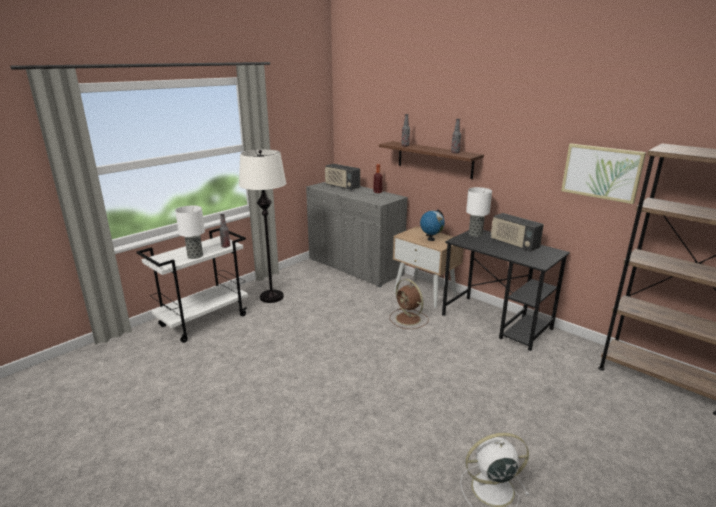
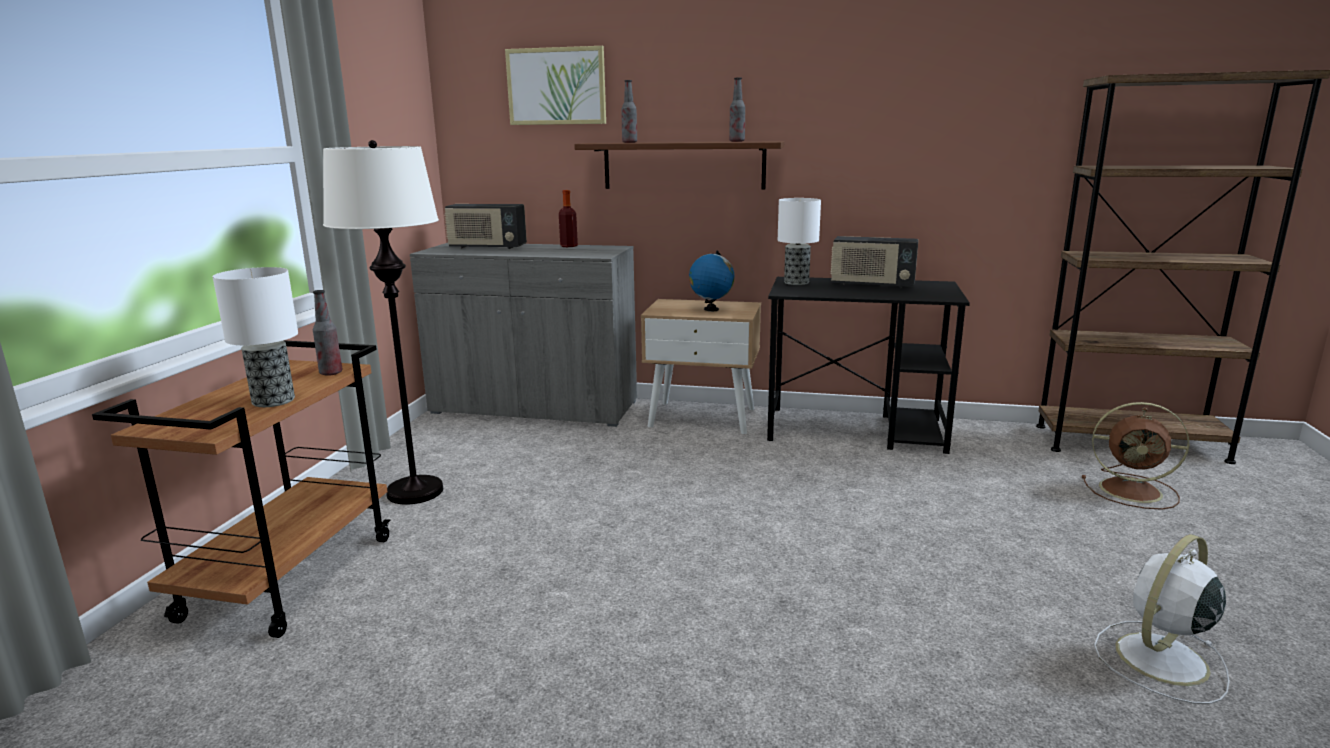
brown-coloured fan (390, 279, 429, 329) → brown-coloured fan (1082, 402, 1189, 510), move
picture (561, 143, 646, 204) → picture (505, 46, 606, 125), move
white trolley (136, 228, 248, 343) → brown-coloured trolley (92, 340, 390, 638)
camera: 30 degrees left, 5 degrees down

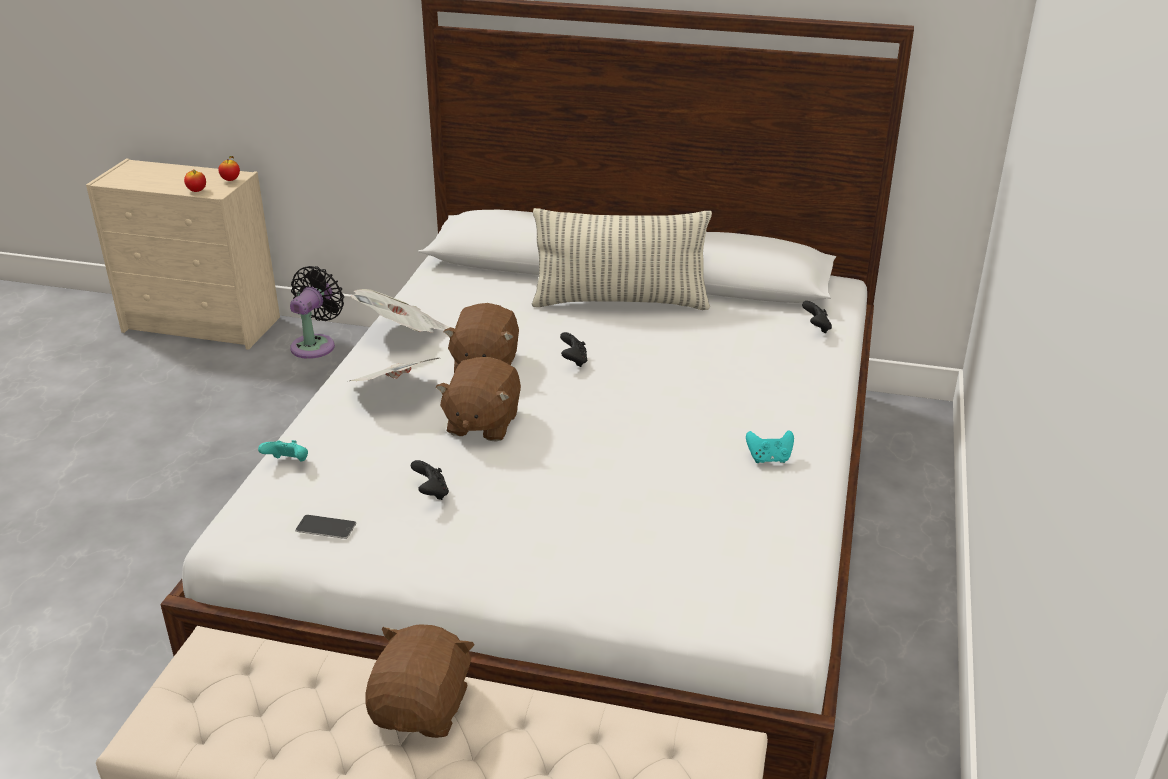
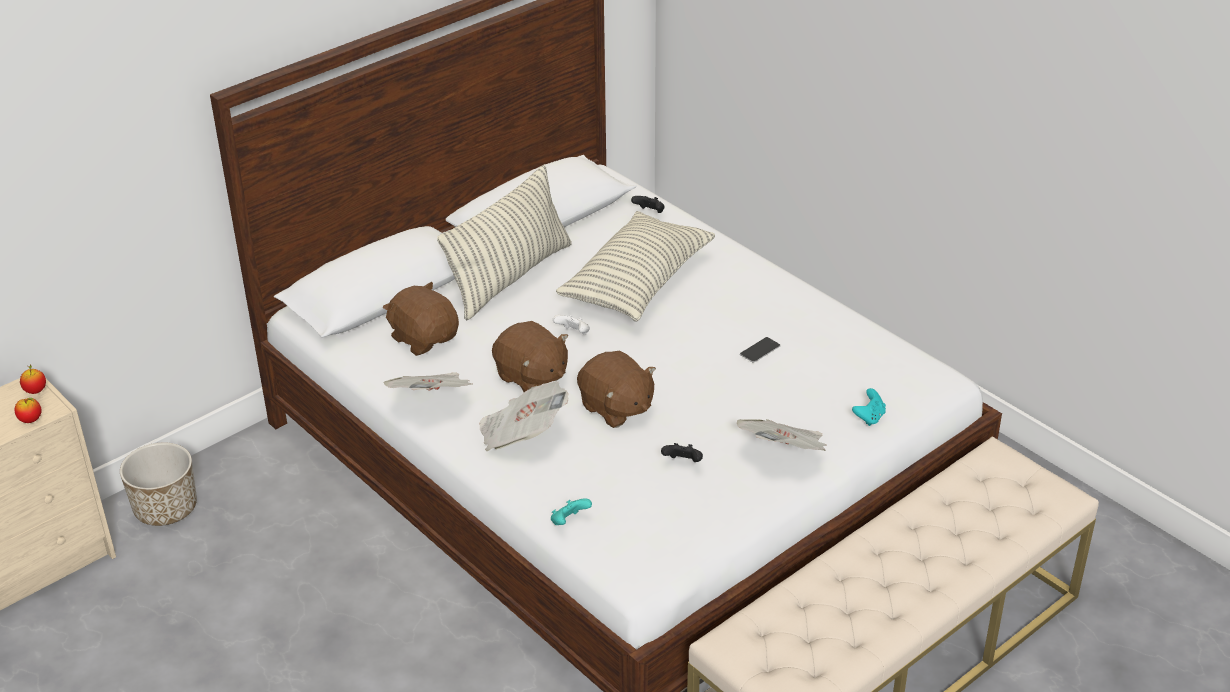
- → pillow (556, 211, 715, 322)
- → printed paper (737, 419, 827, 451)
handset (295, 515, 356, 539) → handset (740, 337, 781, 363), move
brown-coloured plush toy (365, 624, 475, 738) → brown-coloured plush toy (383, 282, 459, 356), move
blue-green joypad (746, 430, 794, 463) → blue-green joypad (852, 388, 886, 426), move
black fan (290, 266, 344, 359) → flower pot (120, 443, 197, 526)
black joypad (560, 332, 587, 367) → white joypad (553, 315, 590, 335)
camera: 55 degrees left, 5 degrees up

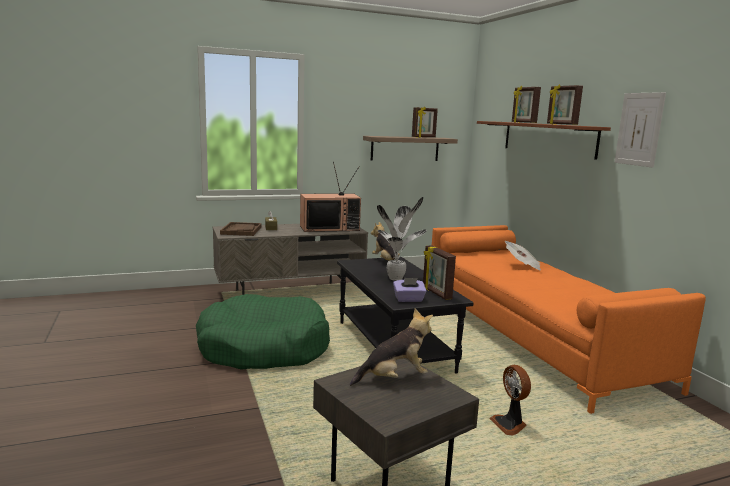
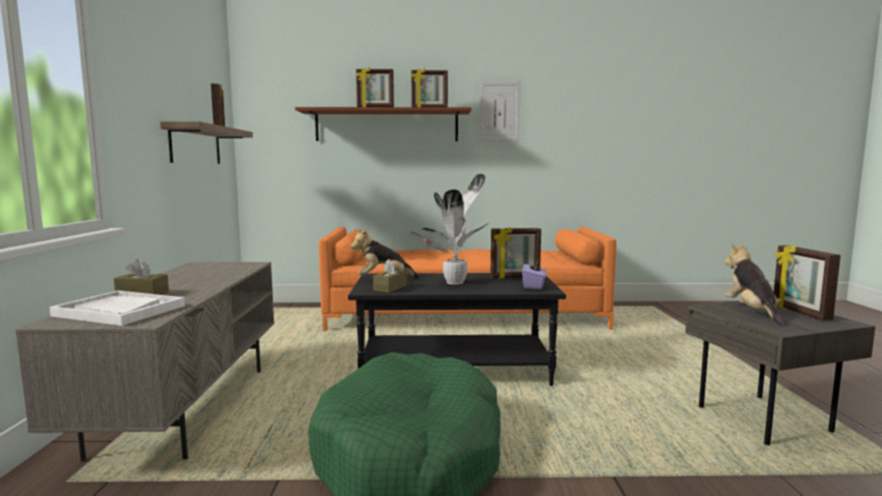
TV (300, 162, 361, 232) → -
fan (489, 365, 531, 435) → -
- → brown-coloured box of tissues (373, 259, 407, 293)
- → photo frame (774, 245, 841, 321)
brown-coloured serving tray (220, 222, 262, 236) → white serving tray (50, 291, 185, 326)
camera: 70 degrees left, 5 degrees down

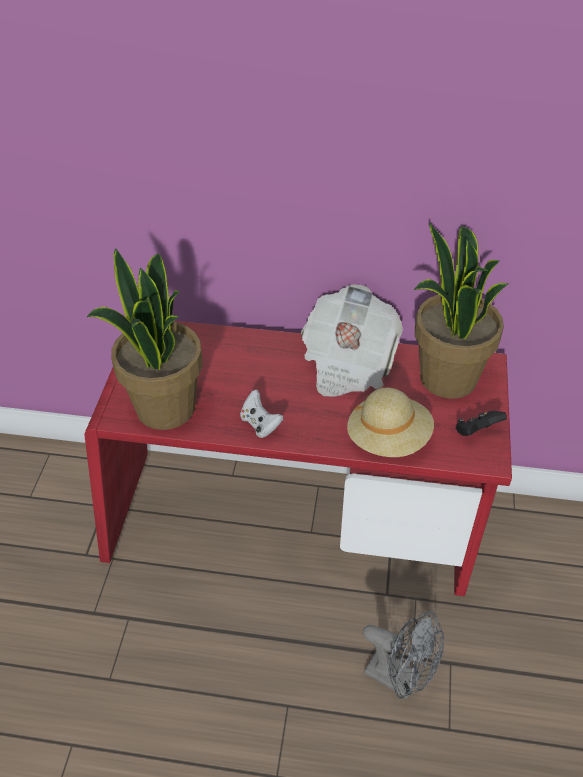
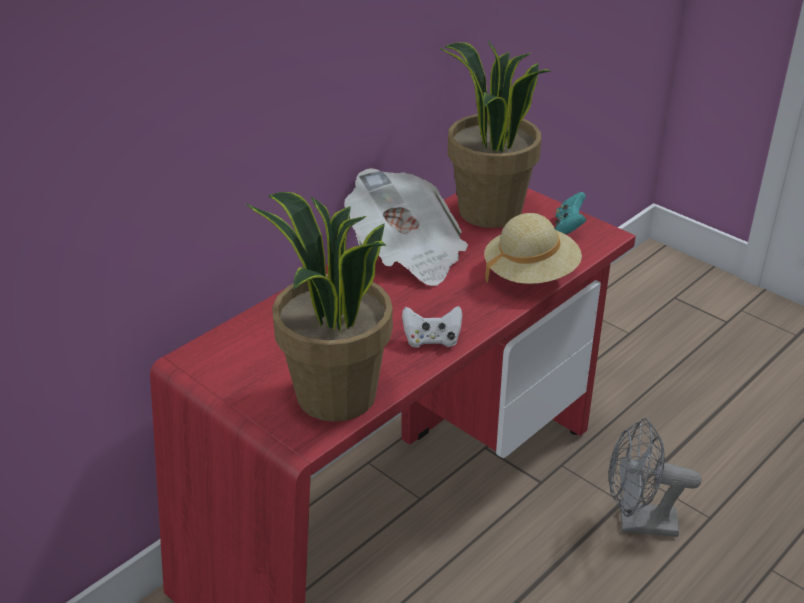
black joypad (456, 411, 507, 436) → blue-green joypad (555, 192, 586, 234)
grey fan (363, 611, 444, 699) → grey fan (609, 418, 702, 537), 150 degrees counterclockwise
camera: 55 degrees left, 10 degrees down

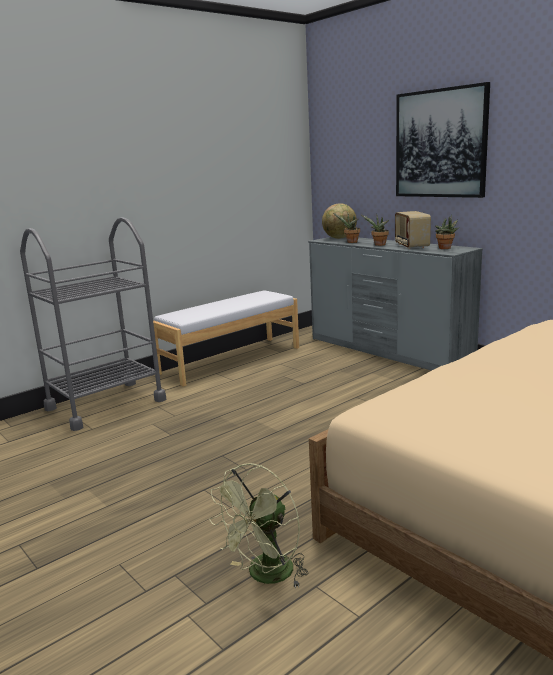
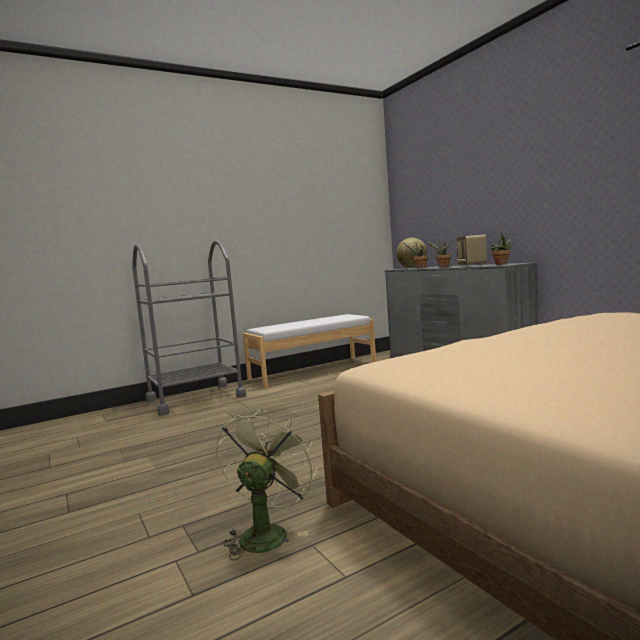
picture (396, 82, 490, 198) → -
greenish fan (209, 463, 309, 588) → greenish fan (216, 407, 317, 560), 150 degrees clockwise
camera: 10 degrees right, 10 degrees down

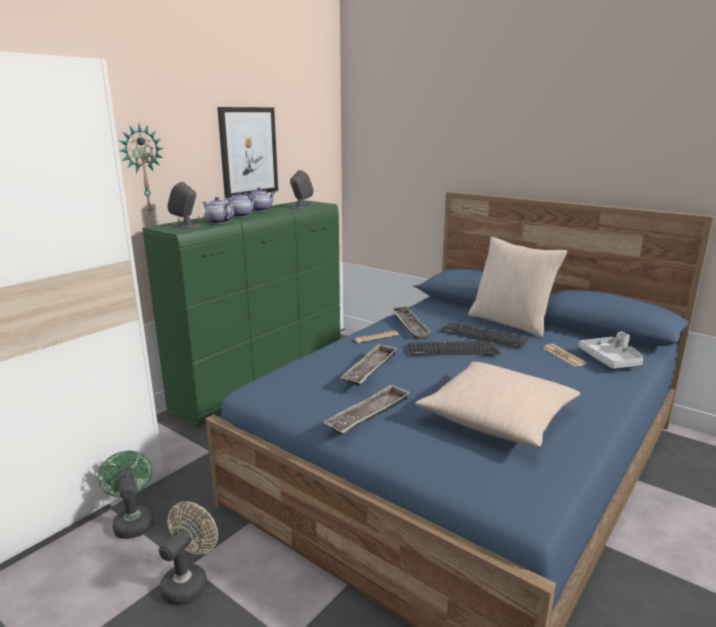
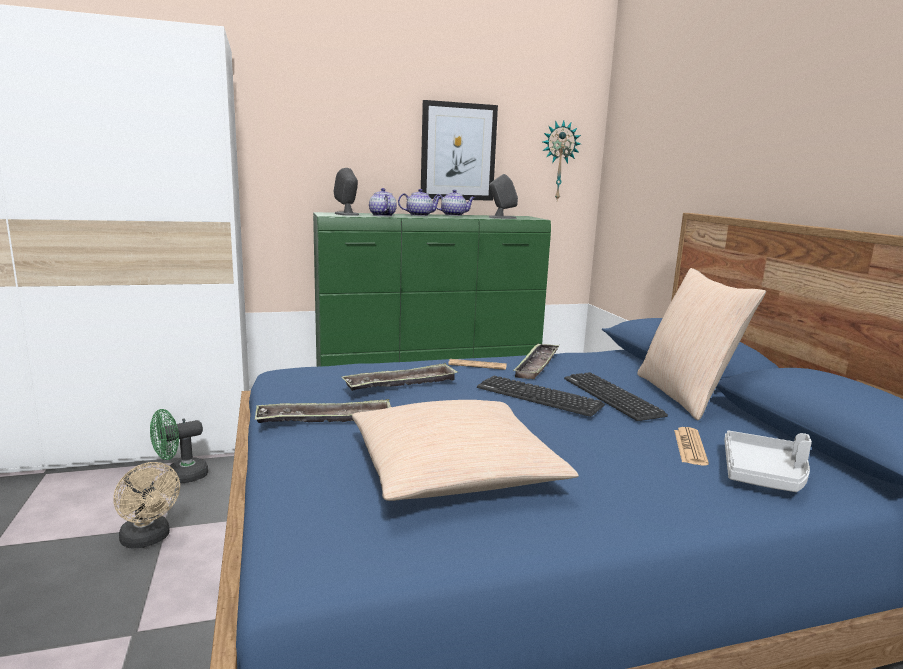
clock on the wall (119, 124, 164, 212) → clock on the wall (543, 120, 581, 200), move
greenish fan (98, 451, 154, 539) → greenish fan (150, 409, 208, 483), 135 degrees counterclockwise
beige-coloured fan (159, 501, 218, 605) → beige-coloured fan (113, 462, 180, 548), 75 degrees clockwise
camera: 35 degrees right, 5 degrees down

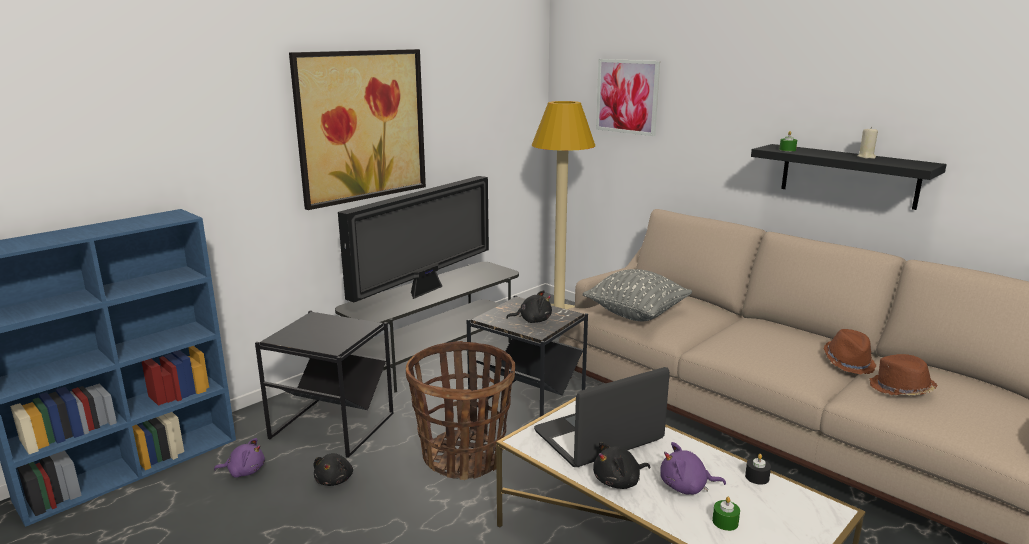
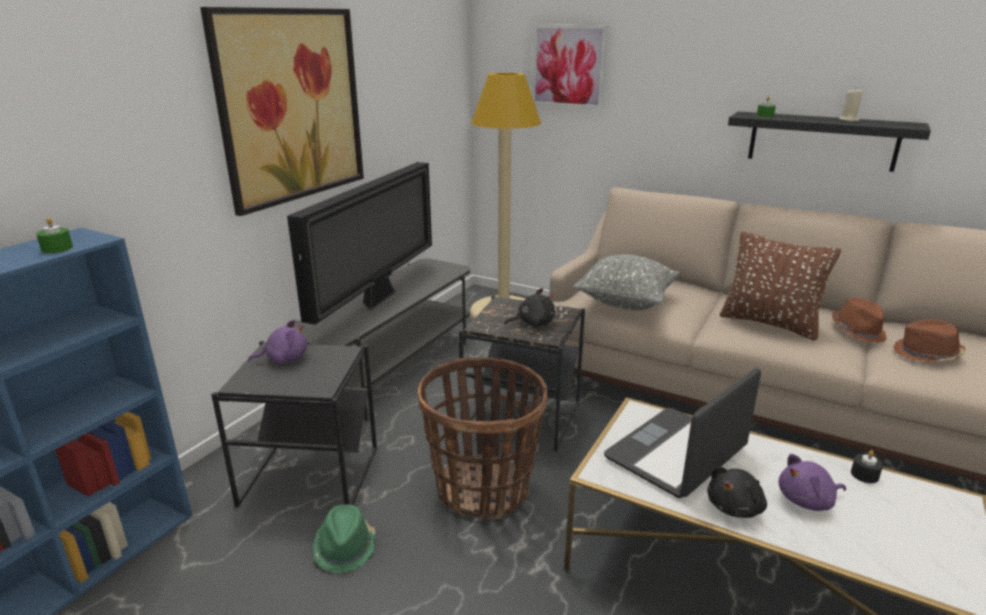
- → brown-coloured pillow (720, 231, 841, 341)
purplish plush toy (214, 438, 265, 478) → purplish plush toy (248, 319, 308, 364), move
greenish candle (712, 497, 740, 531) → greenish candle (36, 217, 73, 253), move
black plush toy (314, 453, 353, 486) → greenish hat (313, 504, 376, 573)
camera: 15 degrees left, 5 degrees up

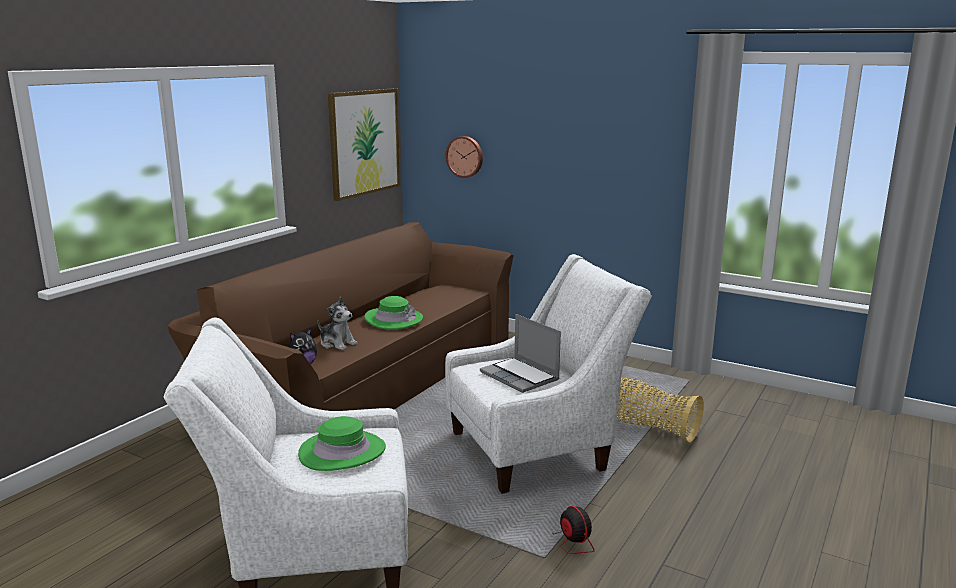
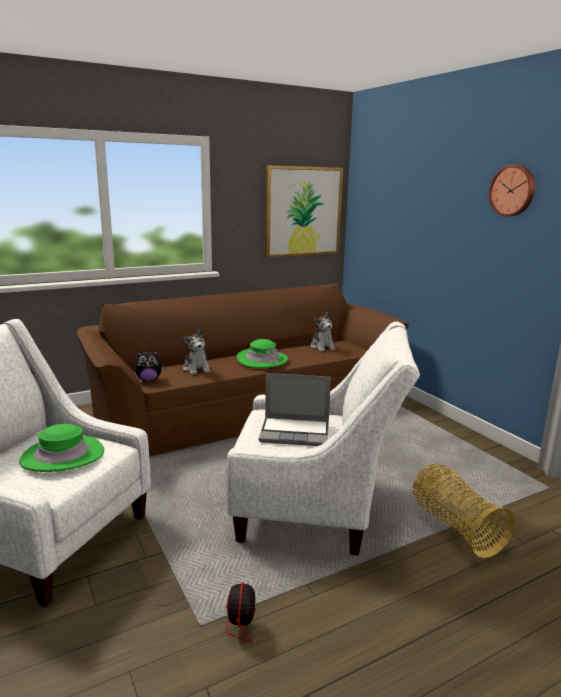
- → plush toy (311, 312, 336, 352)
clock on the wall (446, 136, 483, 178) → clock on the wall (489, 165, 535, 216), move
portable computer (480, 314, 561, 393) → portable computer (259, 373, 331, 446), 75 degrees counterclockwise
camera: 30 degrees right, 0 degrees up

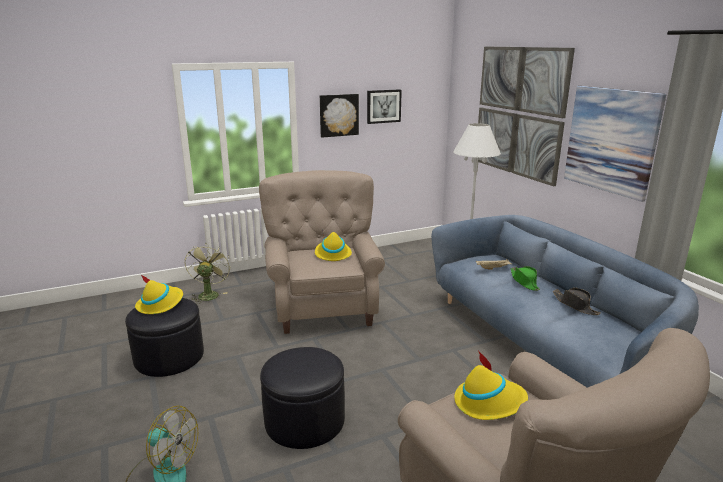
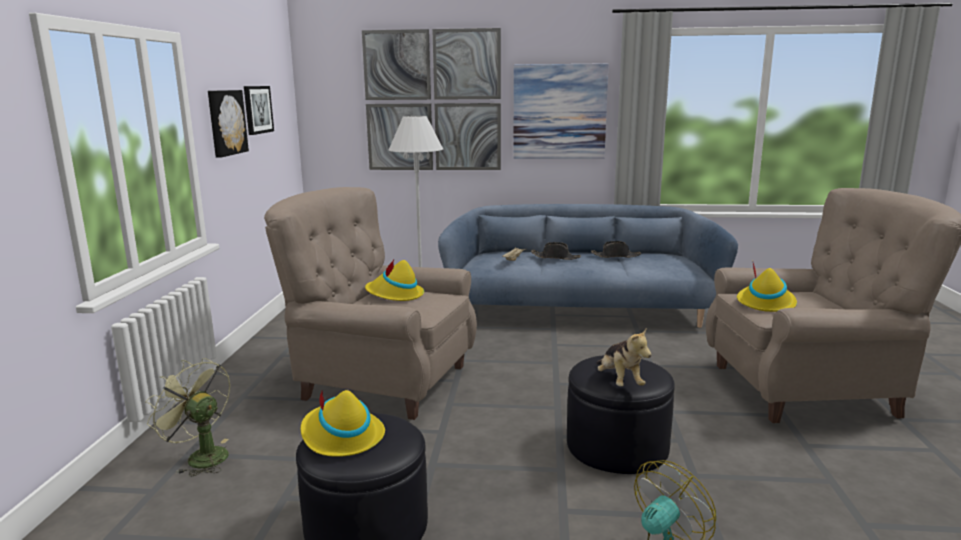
- → plush toy (597, 329, 652, 386)
greenish hat (511, 266, 540, 291) → black hat (531, 242, 581, 260)
camera: 60 degrees left, 5 degrees down

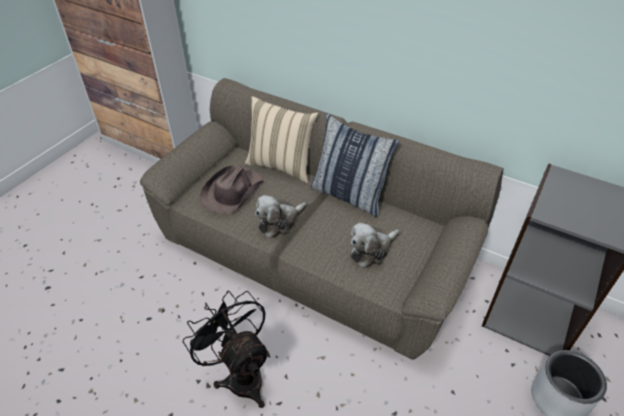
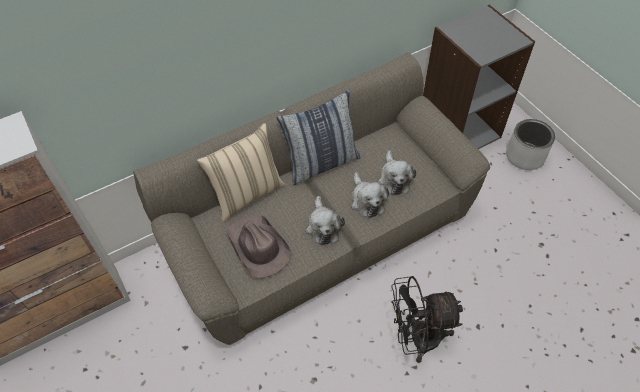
- → plush toy (351, 172, 389, 218)
camera: 60 degrees left, 10 degrees up

